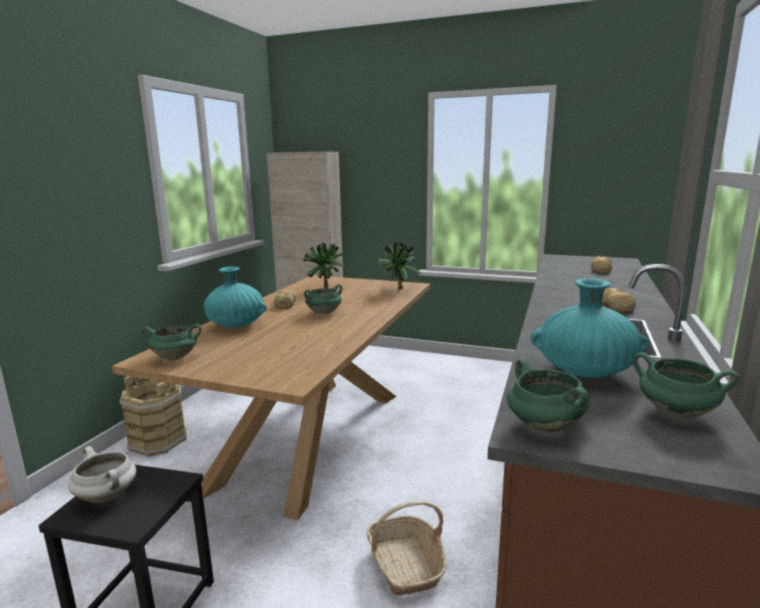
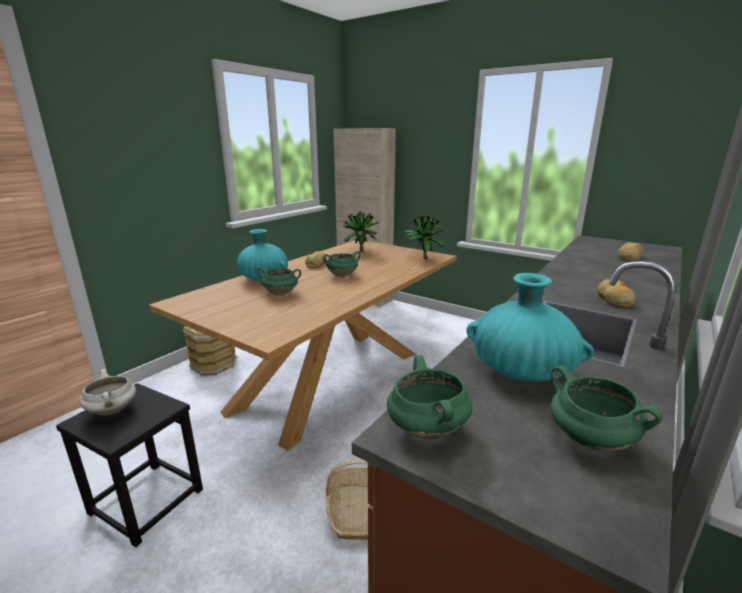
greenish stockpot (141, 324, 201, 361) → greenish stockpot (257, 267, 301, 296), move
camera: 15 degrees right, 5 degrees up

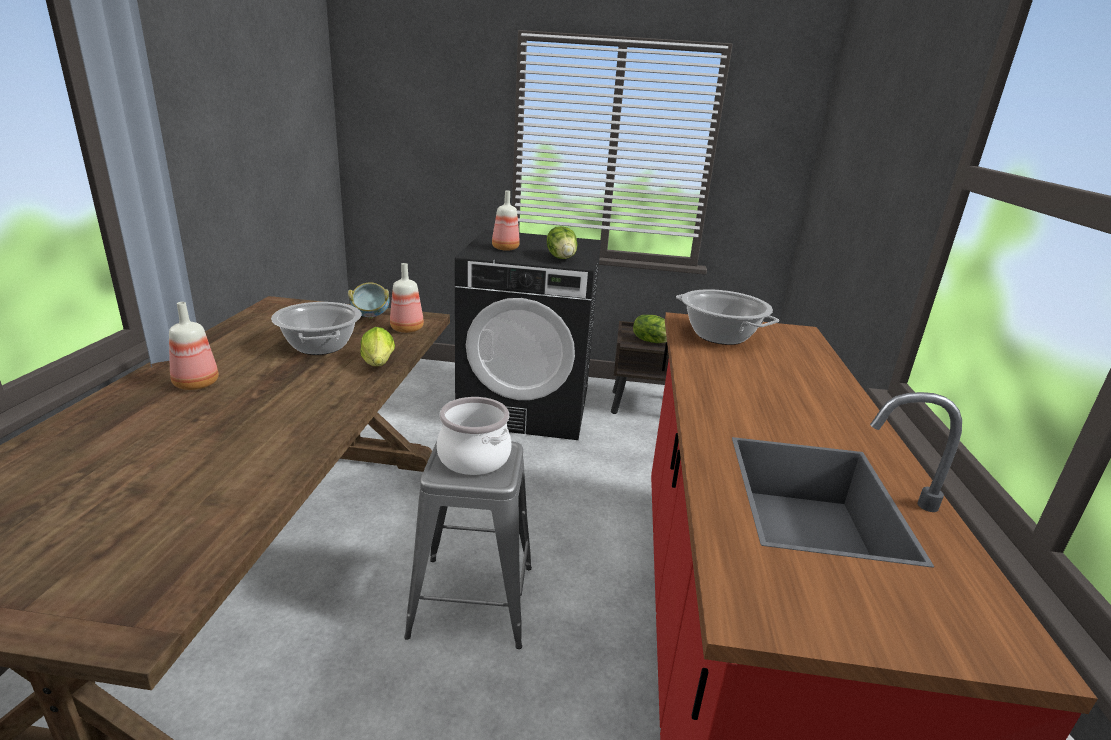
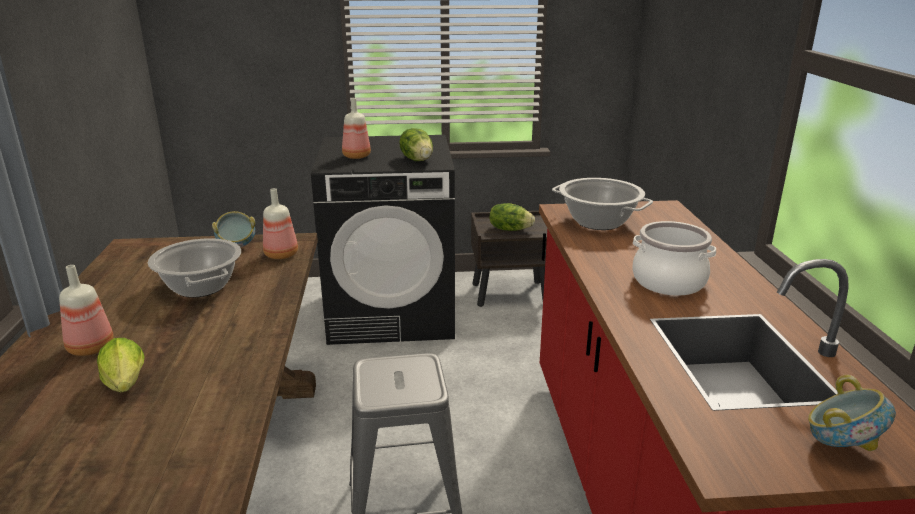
- → serving bowl (808, 375, 896, 451)
lettuce (361, 327, 395, 366) → lettuce (97, 338, 145, 392), move
stockpot (437, 397, 512, 475) → stockpot (632, 221, 716, 296), move
camera: 10 degrees left, 0 degrees up

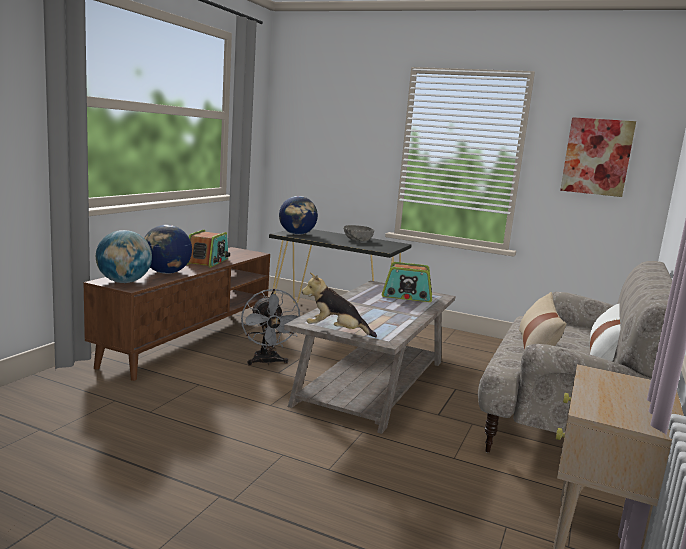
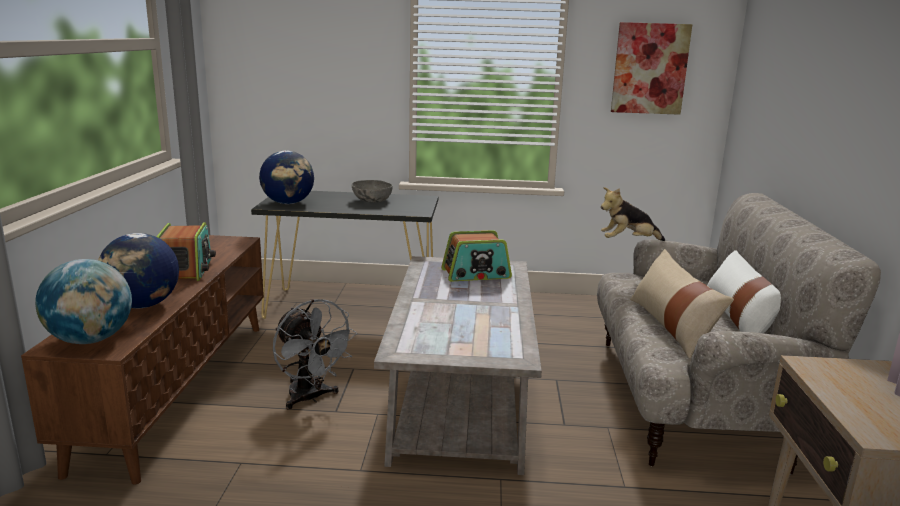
plush toy (302, 273, 377, 337) → plush toy (601, 187, 665, 241), move
camera: 20 degrees left, 5 degrees up

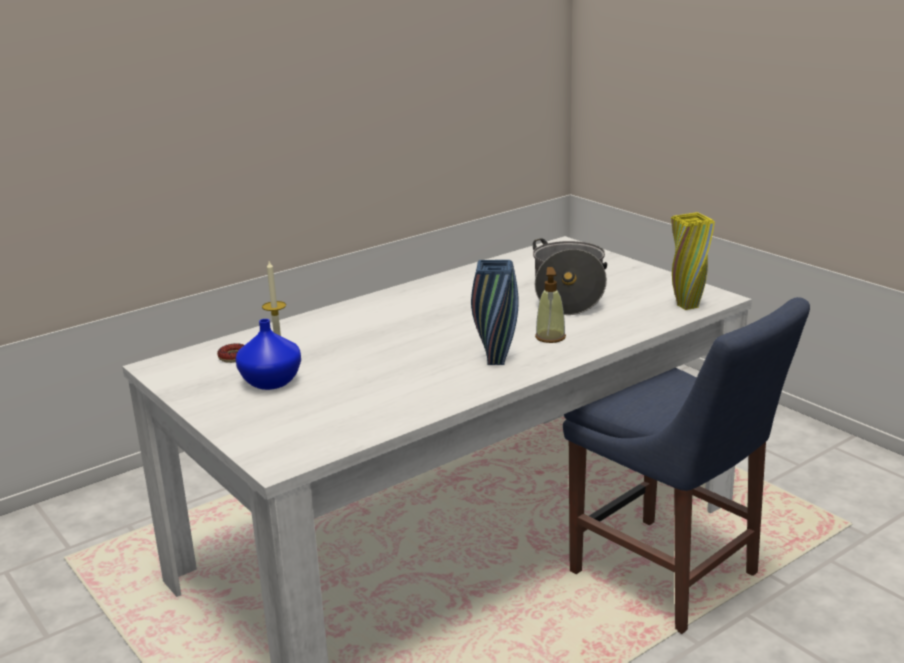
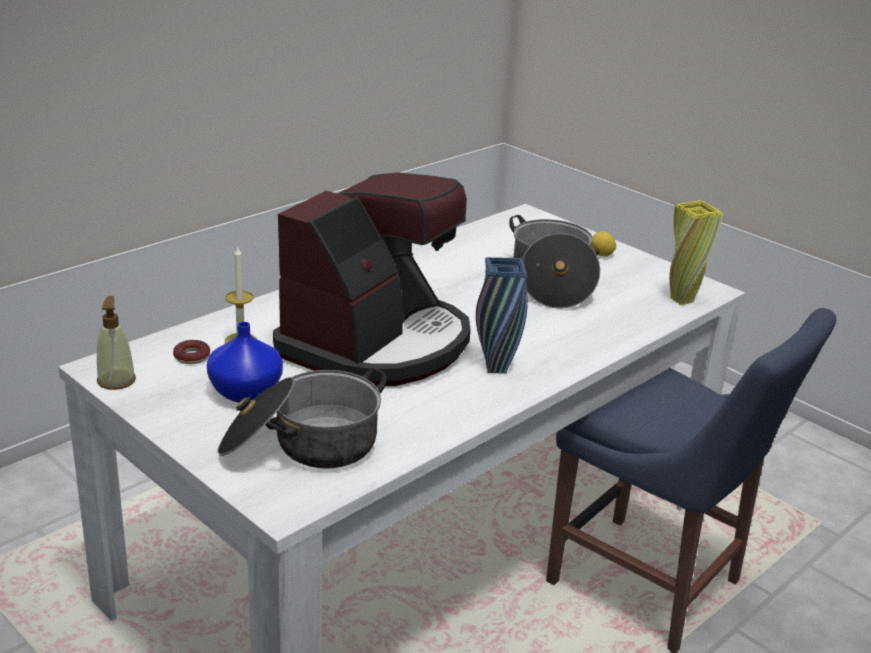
- → stockpot (218, 368, 386, 469)
- → coffee brewer (273, 172, 471, 386)
- → citrus fruit (591, 231, 616, 256)
liquid soap bottle (535, 267, 566, 343) → liquid soap bottle (97, 296, 136, 390), move
camera: 10 degrees left, 5 degrees up

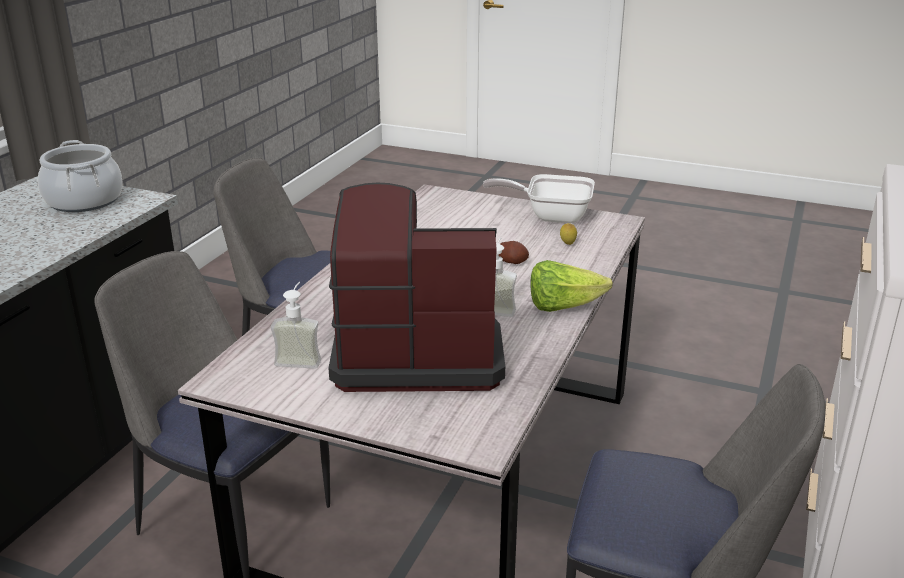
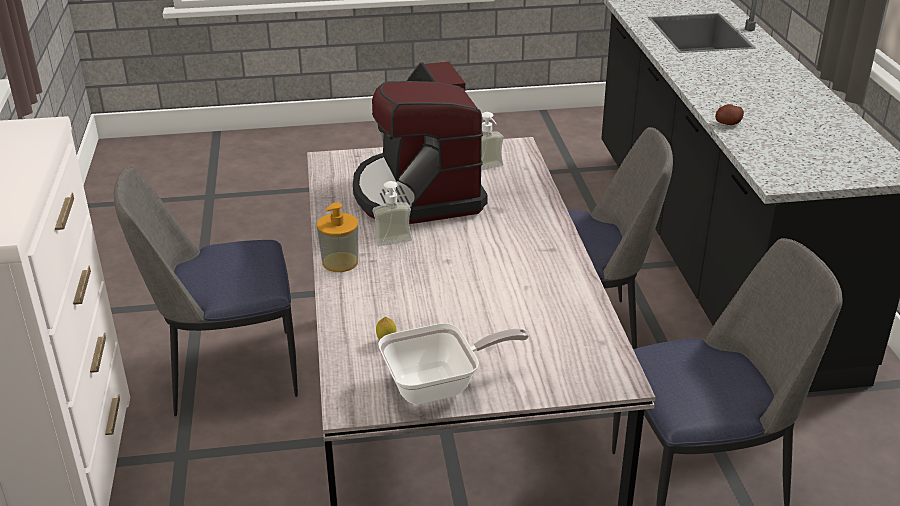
stockpot (38, 140, 123, 212) → -
potato (499, 241, 529, 264) → potato (715, 104, 744, 125), move
lettuce (530, 260, 613, 312) → liquid soap bottle (317, 202, 358, 272)
coffee brewer (328, 183, 505, 392) → coffee brewer (353, 62, 488, 224), 105 degrees clockwise
camera: 150 degrees right, 5 degrees up

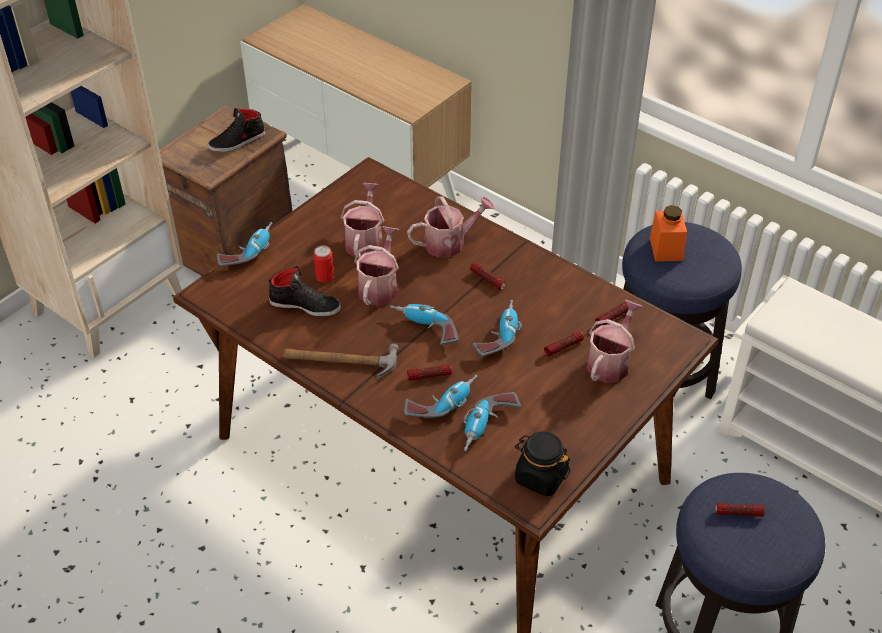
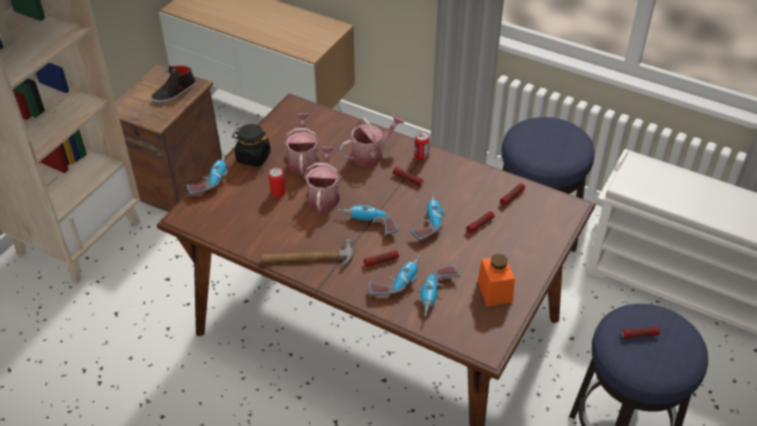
black item of footwear (269, 266, 341, 316) → -
watering pot (586, 300, 643, 383) → -
- → metal can (414, 132, 430, 160)
black storage jar (515, 431, 570, 496) → black storage jar (232, 124, 271, 167), move
orange-coloured storage jar (650, 205, 687, 261) → orange-coloured storage jar (478, 254, 515, 307), move
camera: 10 degrees left, 0 degrees up

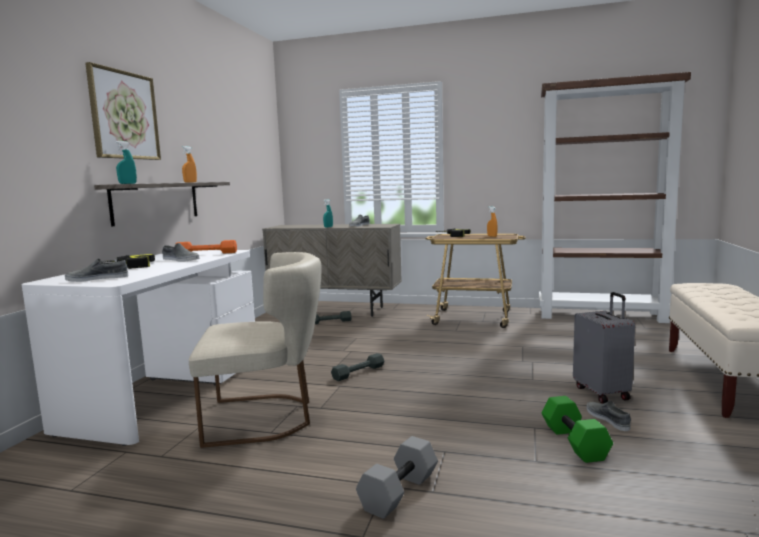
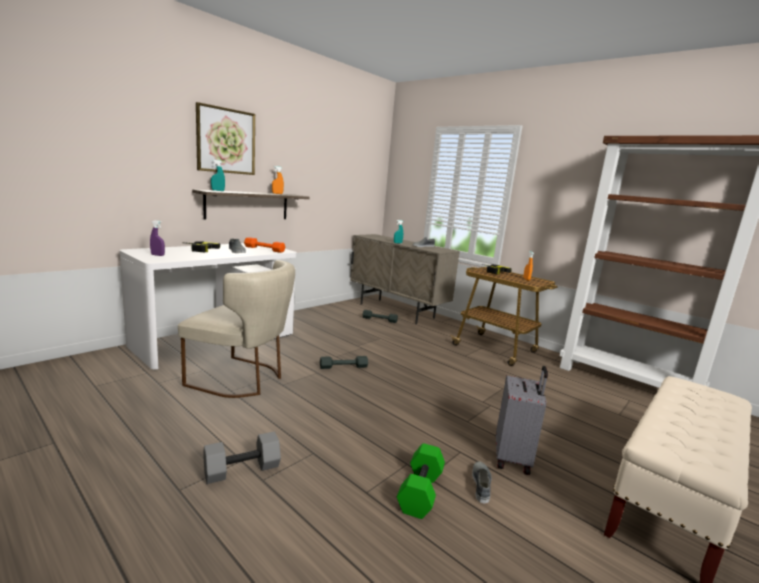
grey item of footwear (65, 259, 128, 282) → purplish spray bottle (150, 220, 165, 256)
camera: 25 degrees right, 5 degrees up

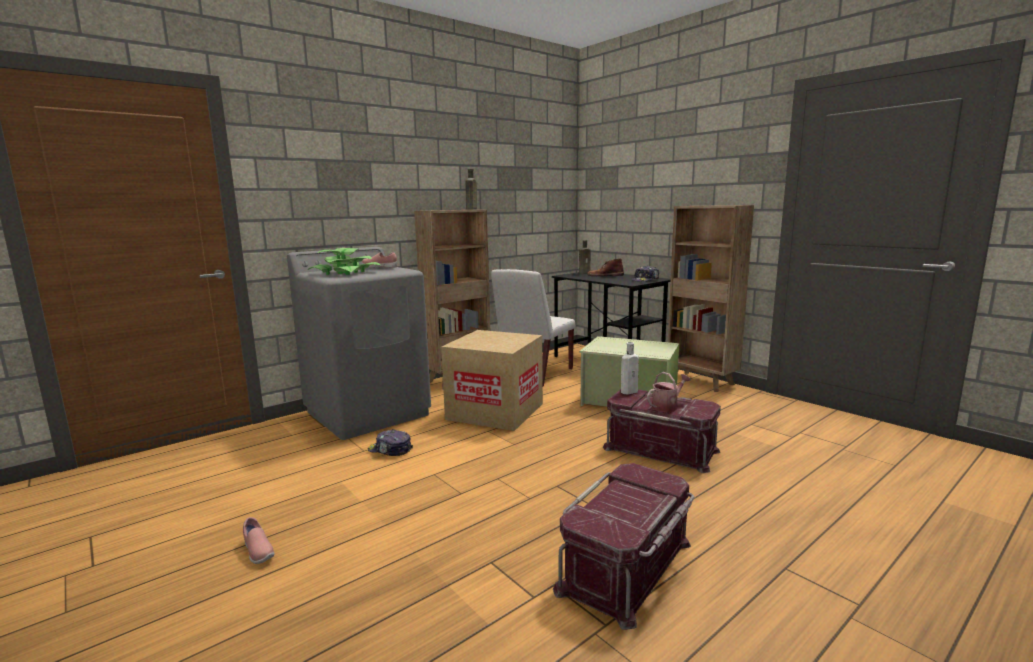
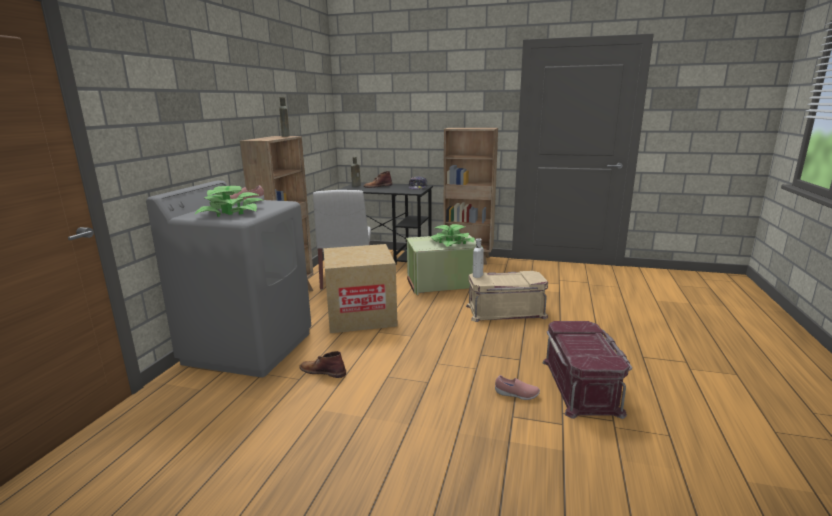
watering pot (647, 372, 691, 412) → -
- → plant in a pot (430, 224, 475, 247)
pinkish item of footwear (243, 517, 275, 564) → pinkish item of footwear (495, 375, 540, 400), move
cap (368, 429, 413, 456) → brown-coloured tall boot (299, 351, 346, 378)
reddish storage box (603, 390, 721, 473) → beige-coloured storage box (466, 271, 548, 322)
camera: 35 degrees left, 5 degrees up

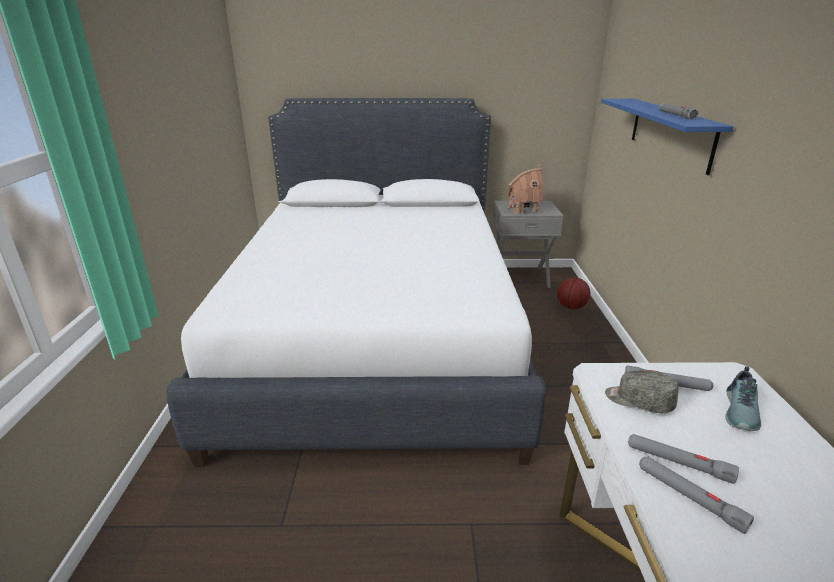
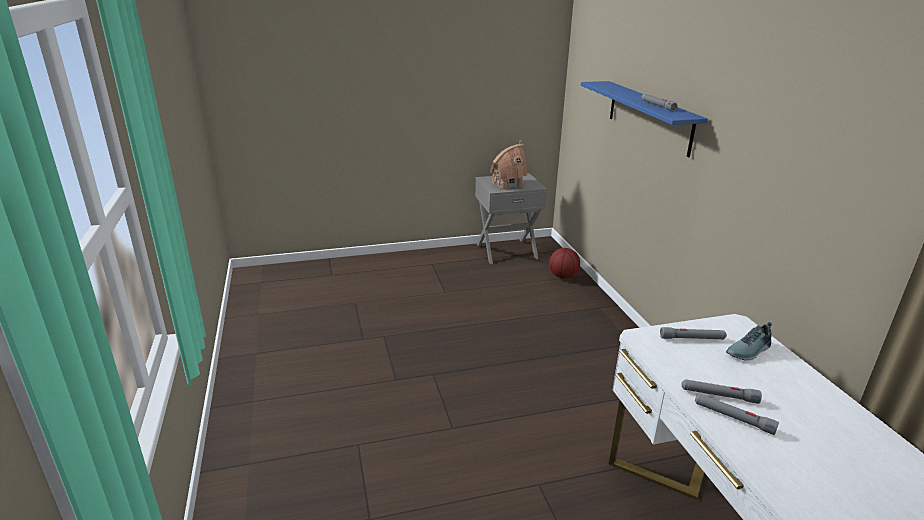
white sleeping bed (166, 98, 546, 467) → -
grey cap (605, 370, 678, 413) → -
item of footwear (725, 366, 761, 431) → item of footwear (726, 322, 772, 361), 45 degrees clockwise
camera: 15 degrees left, 0 degrees up

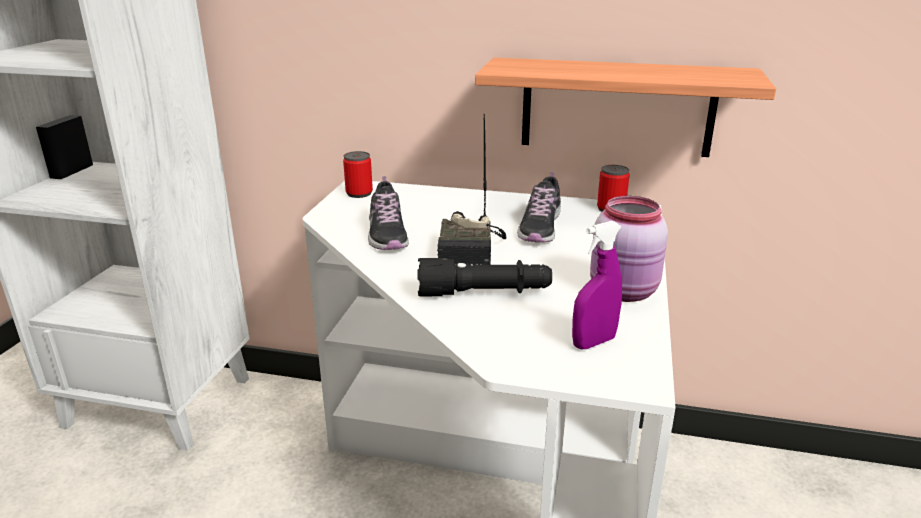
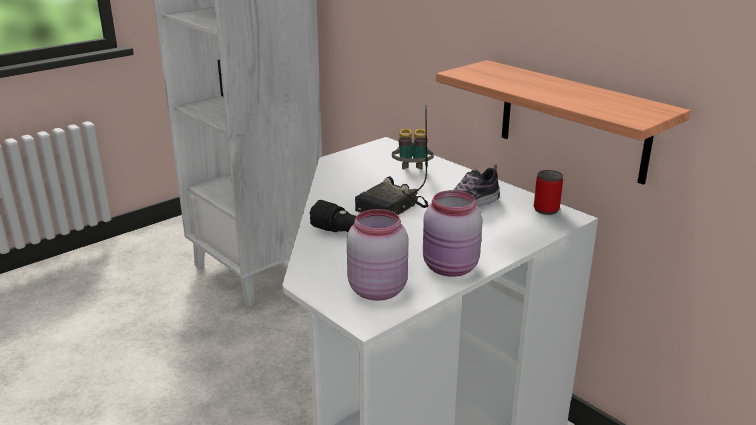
metal can (343, 151, 373, 198) → -
item of footwear (368, 176, 409, 250) → -
- → pair of binoculars (392, 129, 434, 169)
purplish spray bottle (572, 221, 622, 349) → pinkish storage jar (347, 209, 408, 300)
camera: 35 degrees right, 0 degrees up

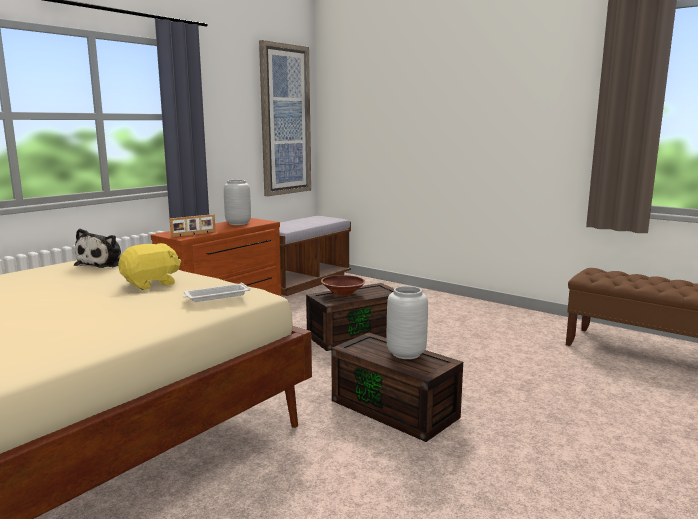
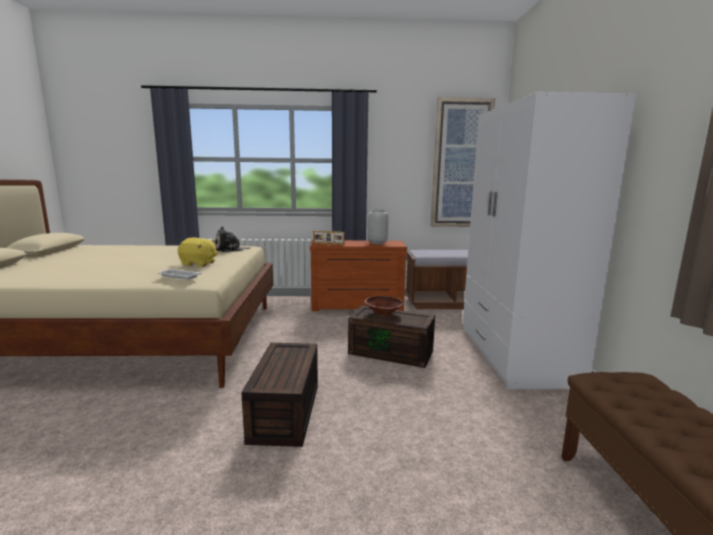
grey vase (387, 286, 428, 359) → -
- → white armoire (463, 92, 636, 389)
camera: 50 degrees right, 0 degrees up

